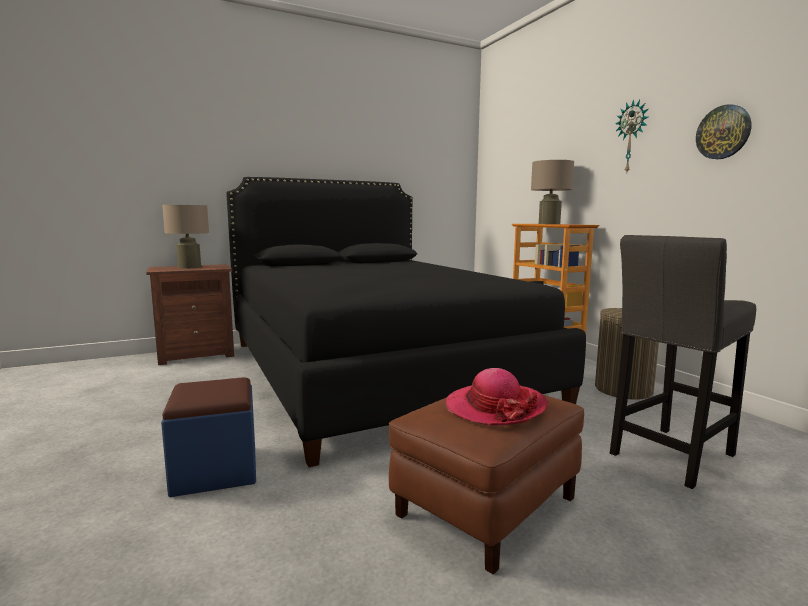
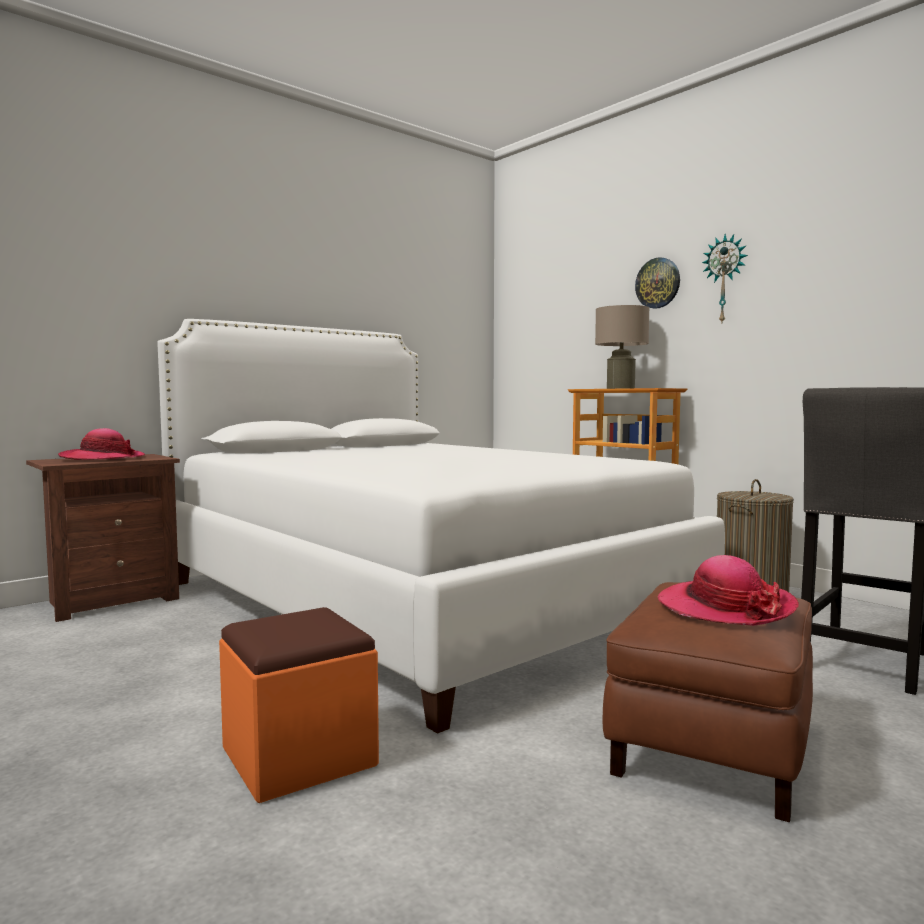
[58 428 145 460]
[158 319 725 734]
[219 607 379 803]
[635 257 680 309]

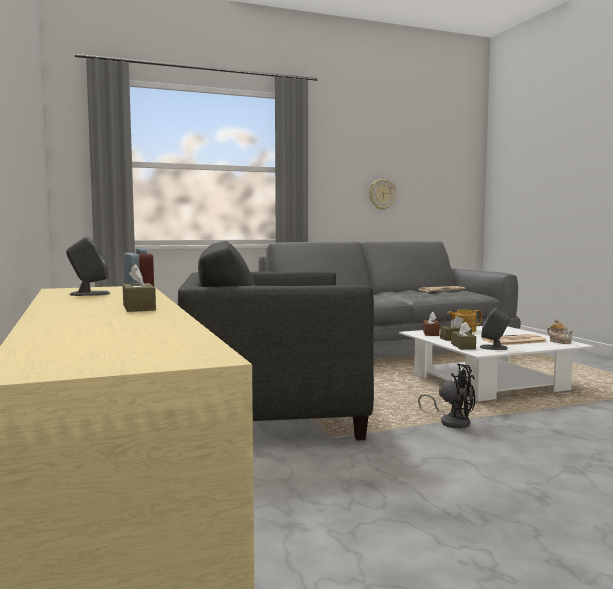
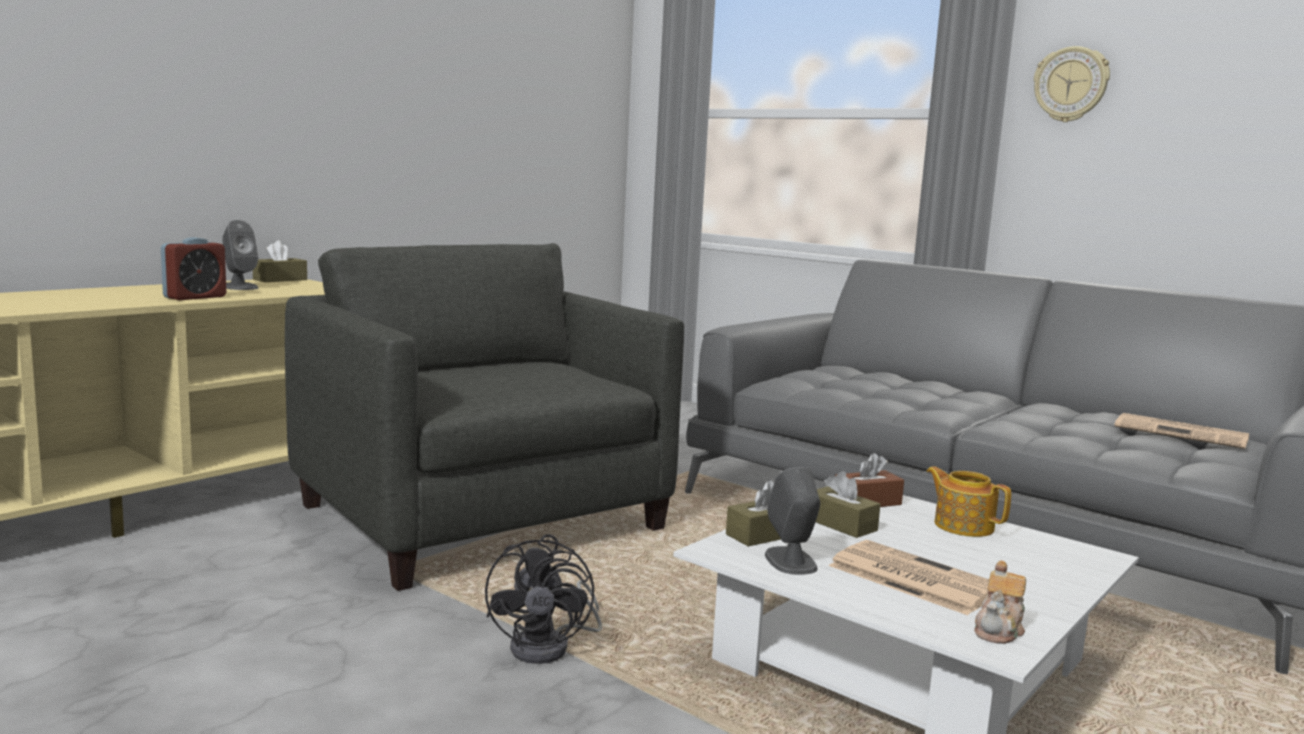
[253 240 307 282]
[1034 46 1110 122]

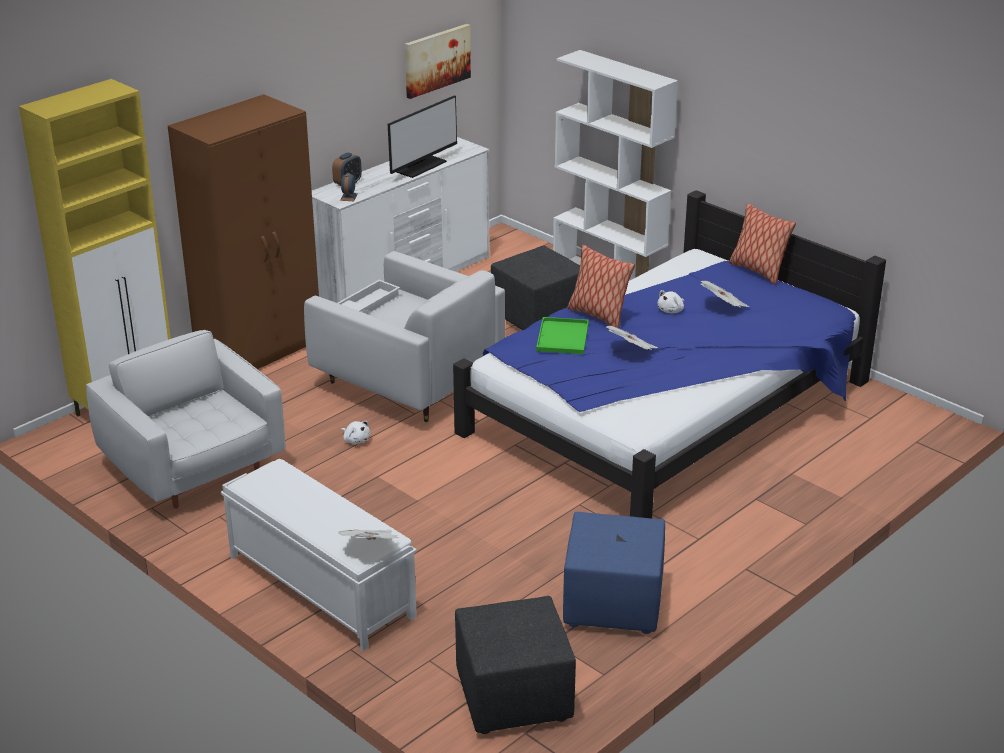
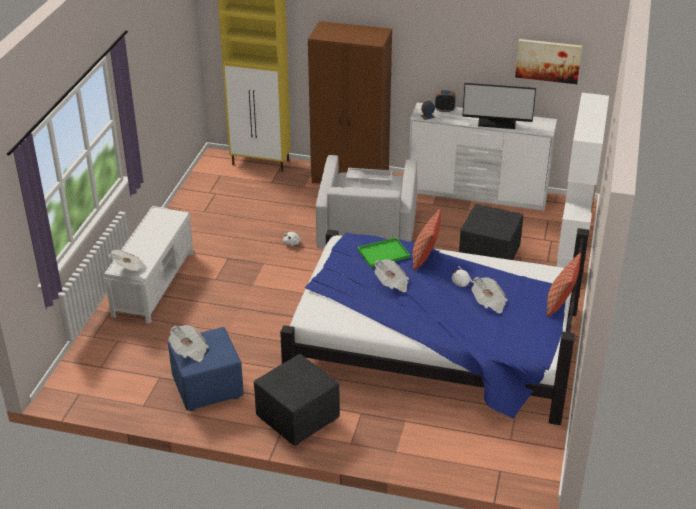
[168 325 208 362]
[254 354 340 446]
[86 330 286 509] (first image)

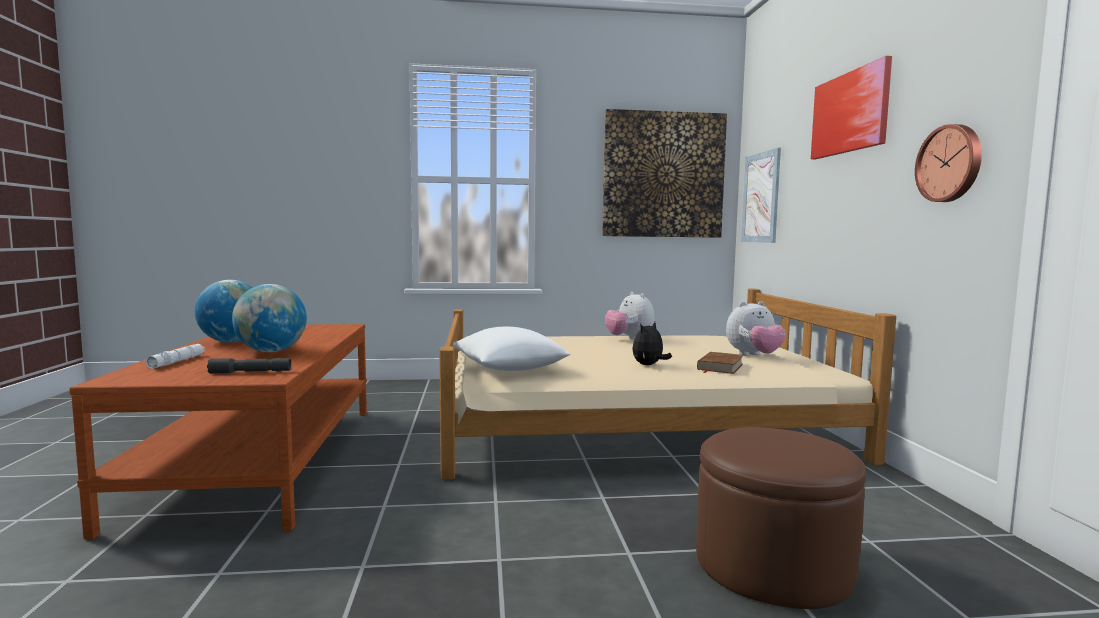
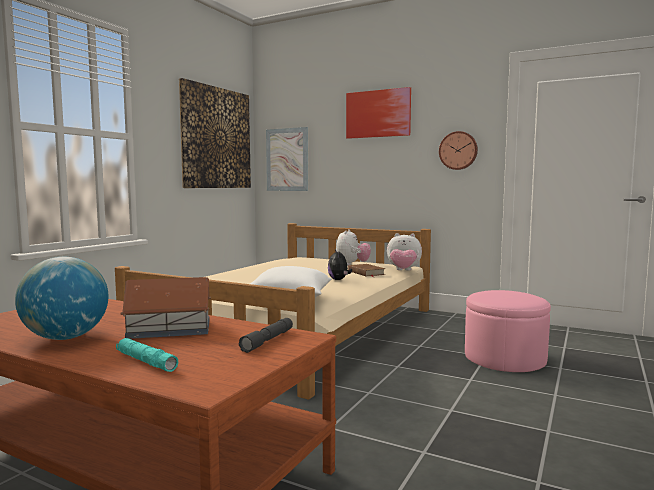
[116 338 178 372]
[121 277 211 339]
[387 233 422 271]
[465 290 551 372]

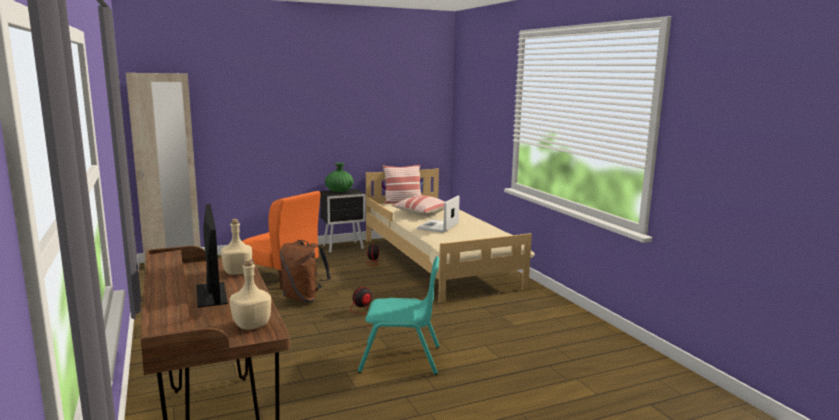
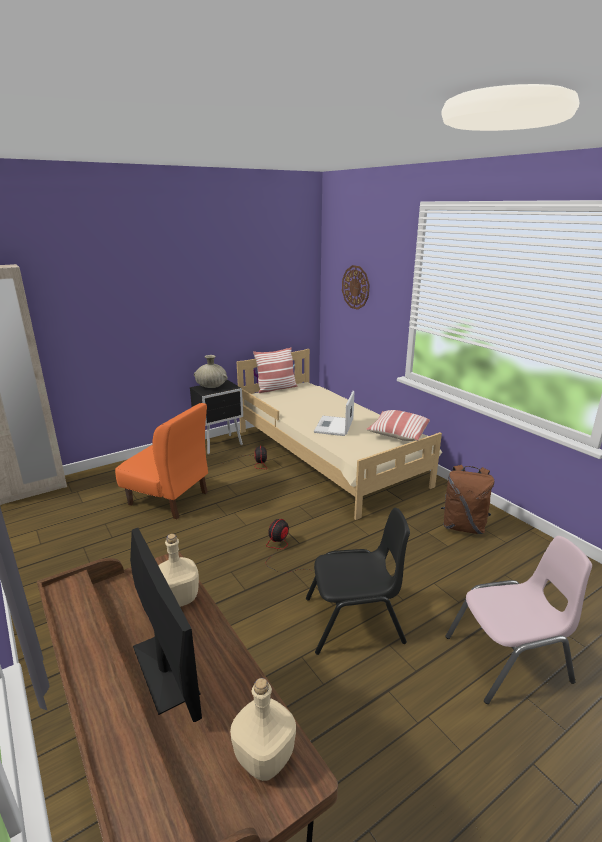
[194 355 228 388]
[306 508 410 655]
[342 265 370 310]
[366 410 430 441]
[441 465 494 534]
[446 536 592 704]

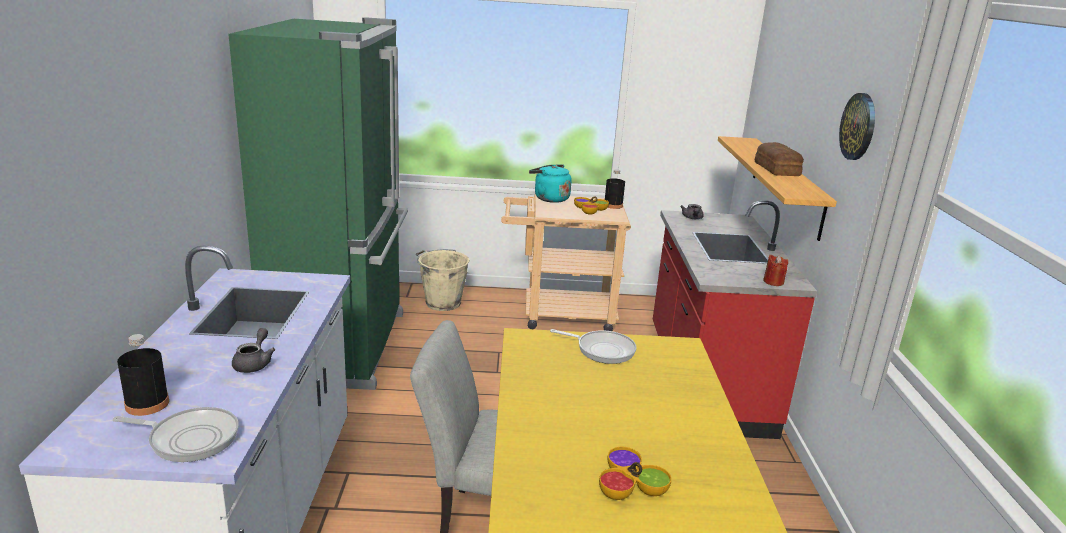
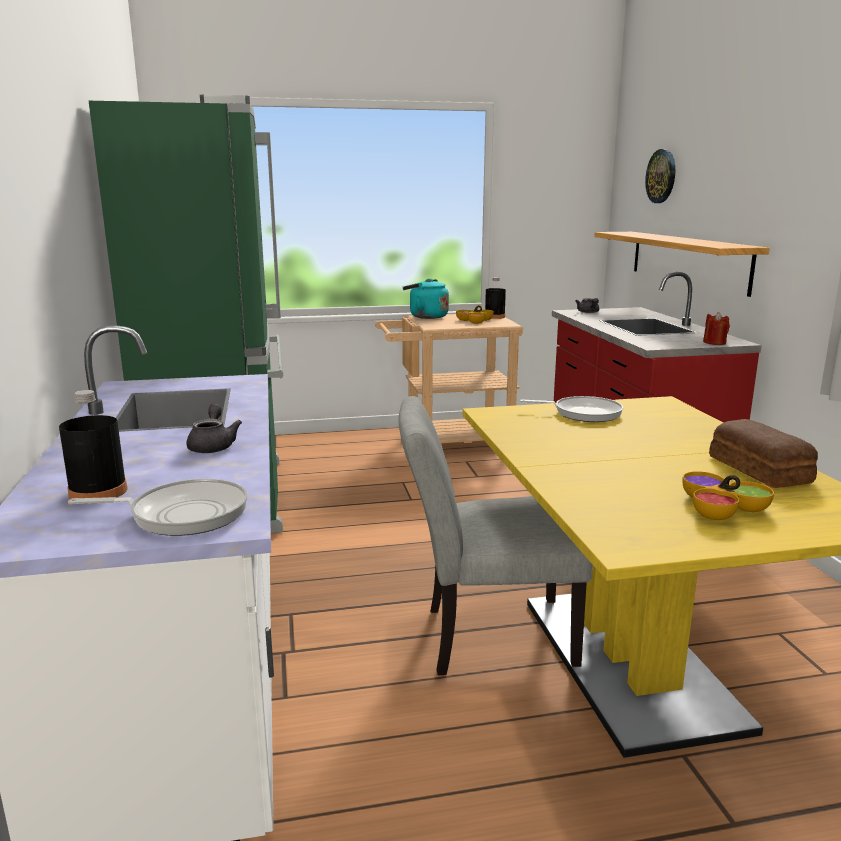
[645 149 675 203]
[709 419 818 488]
[416 249 470 311] (first image)

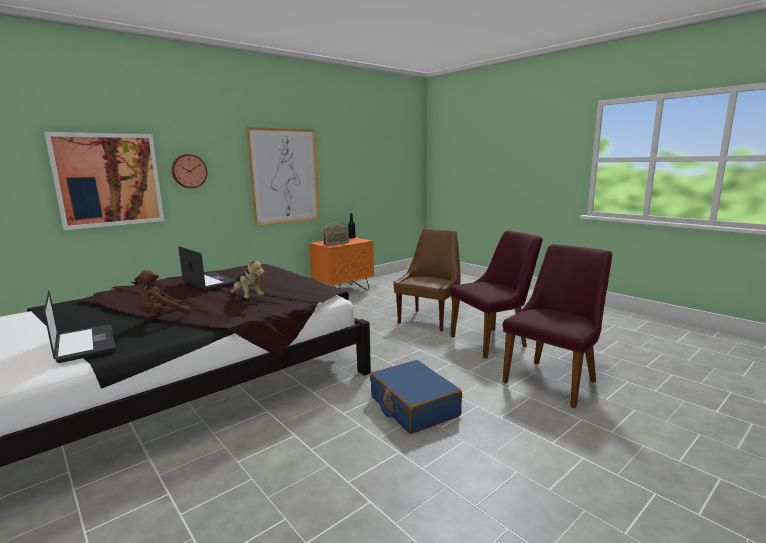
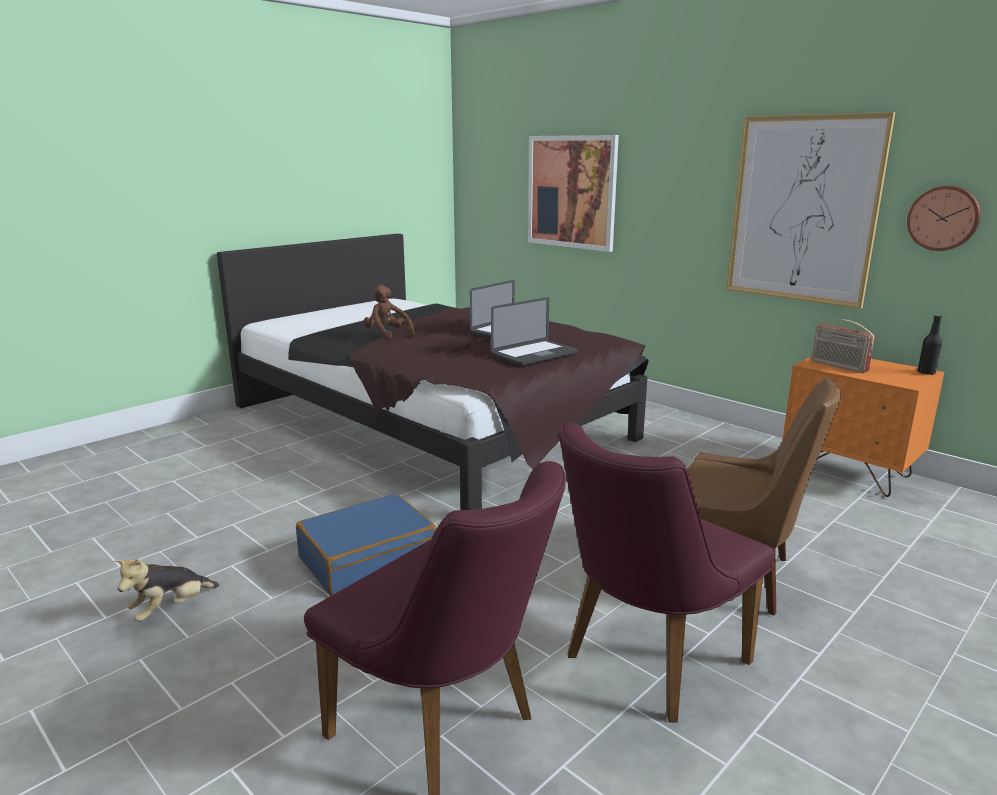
[114 559 219 622]
[491 297 578 366]
[559 422 774 722]
[907 186 981 251]

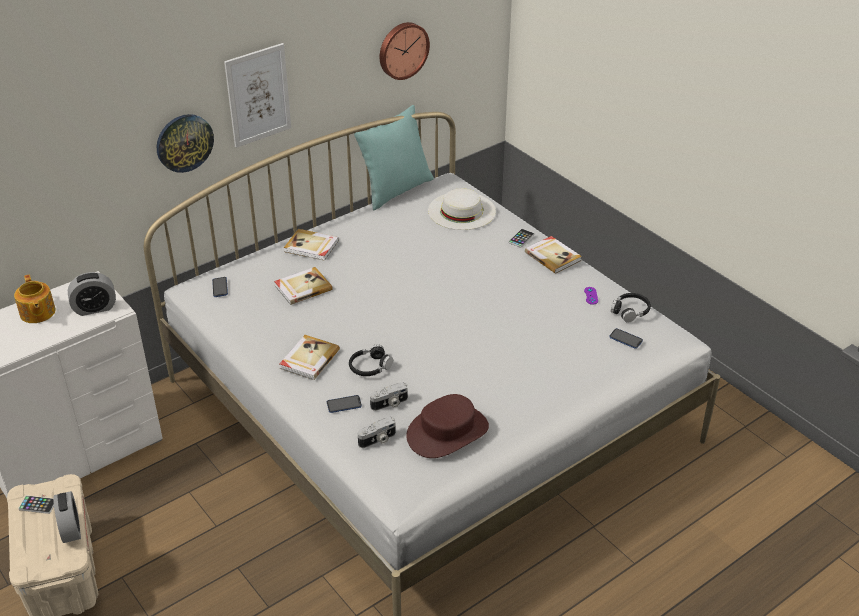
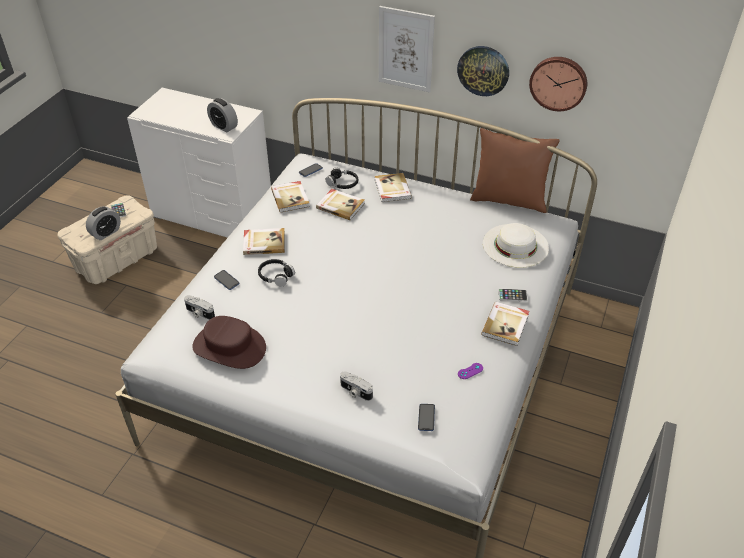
[271 181 310 213]
[326 167 358 189]
[340 371 373 401]
[457 46 509 96]
[470 128 560 213]
[14 274 56 323] (first image)

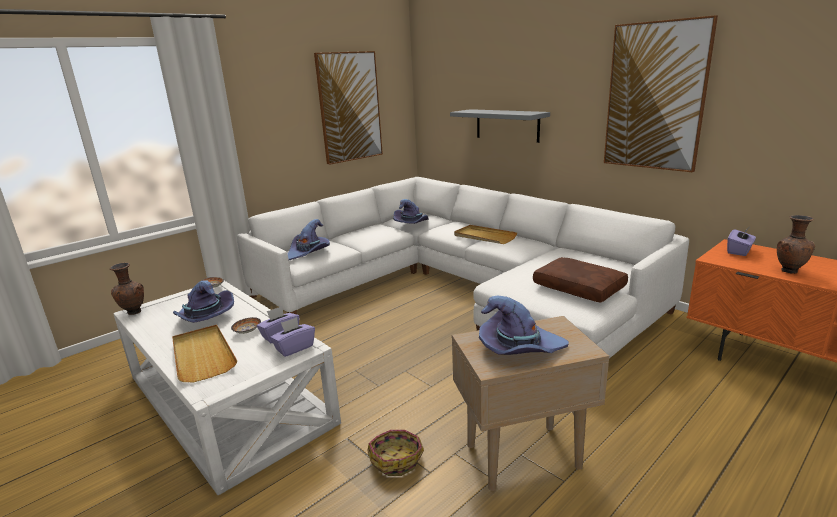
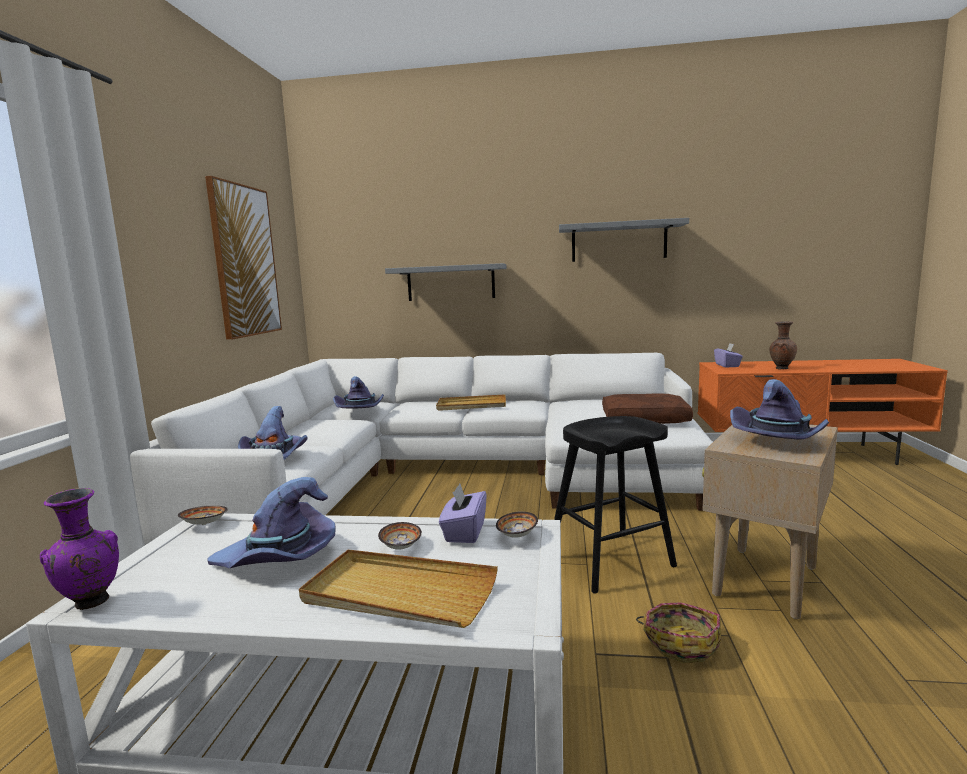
[40 488 119 610]
[496 511 538 538]
[554 416 677 594]
[559 218 689 262]

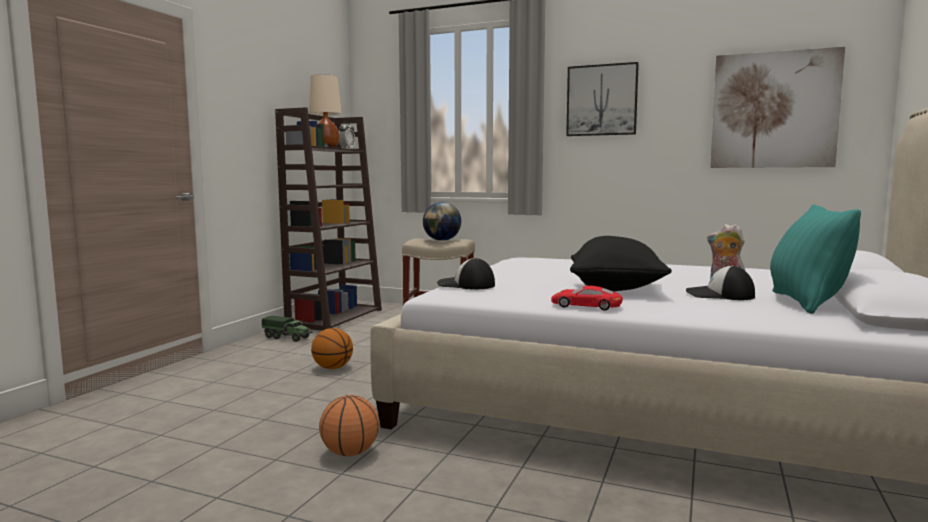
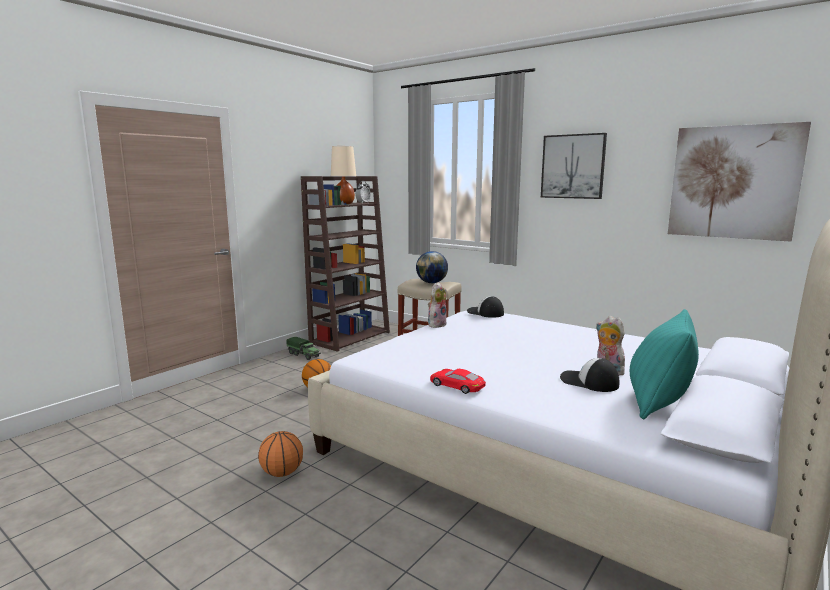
[428 282 447 328]
[467 296 504 318]
[570 236 672 291] (first image)

